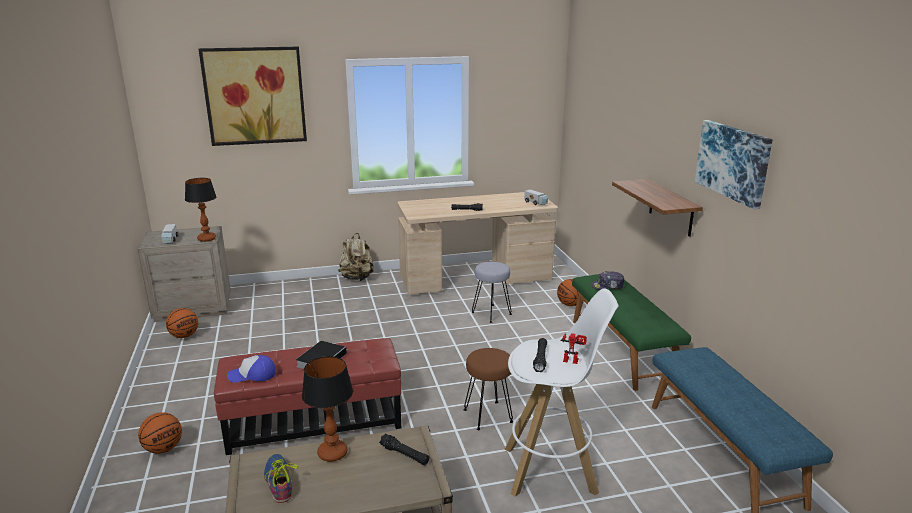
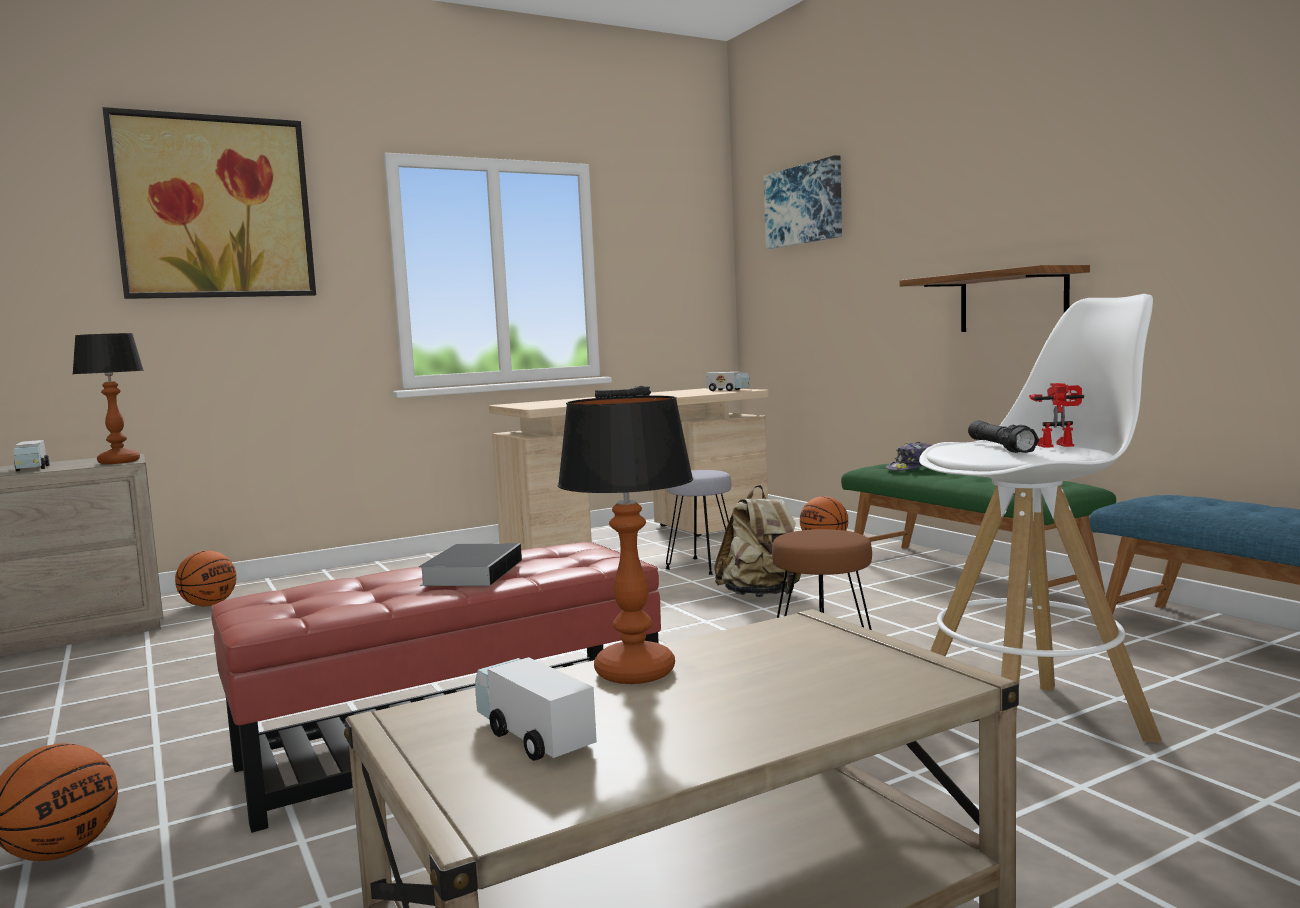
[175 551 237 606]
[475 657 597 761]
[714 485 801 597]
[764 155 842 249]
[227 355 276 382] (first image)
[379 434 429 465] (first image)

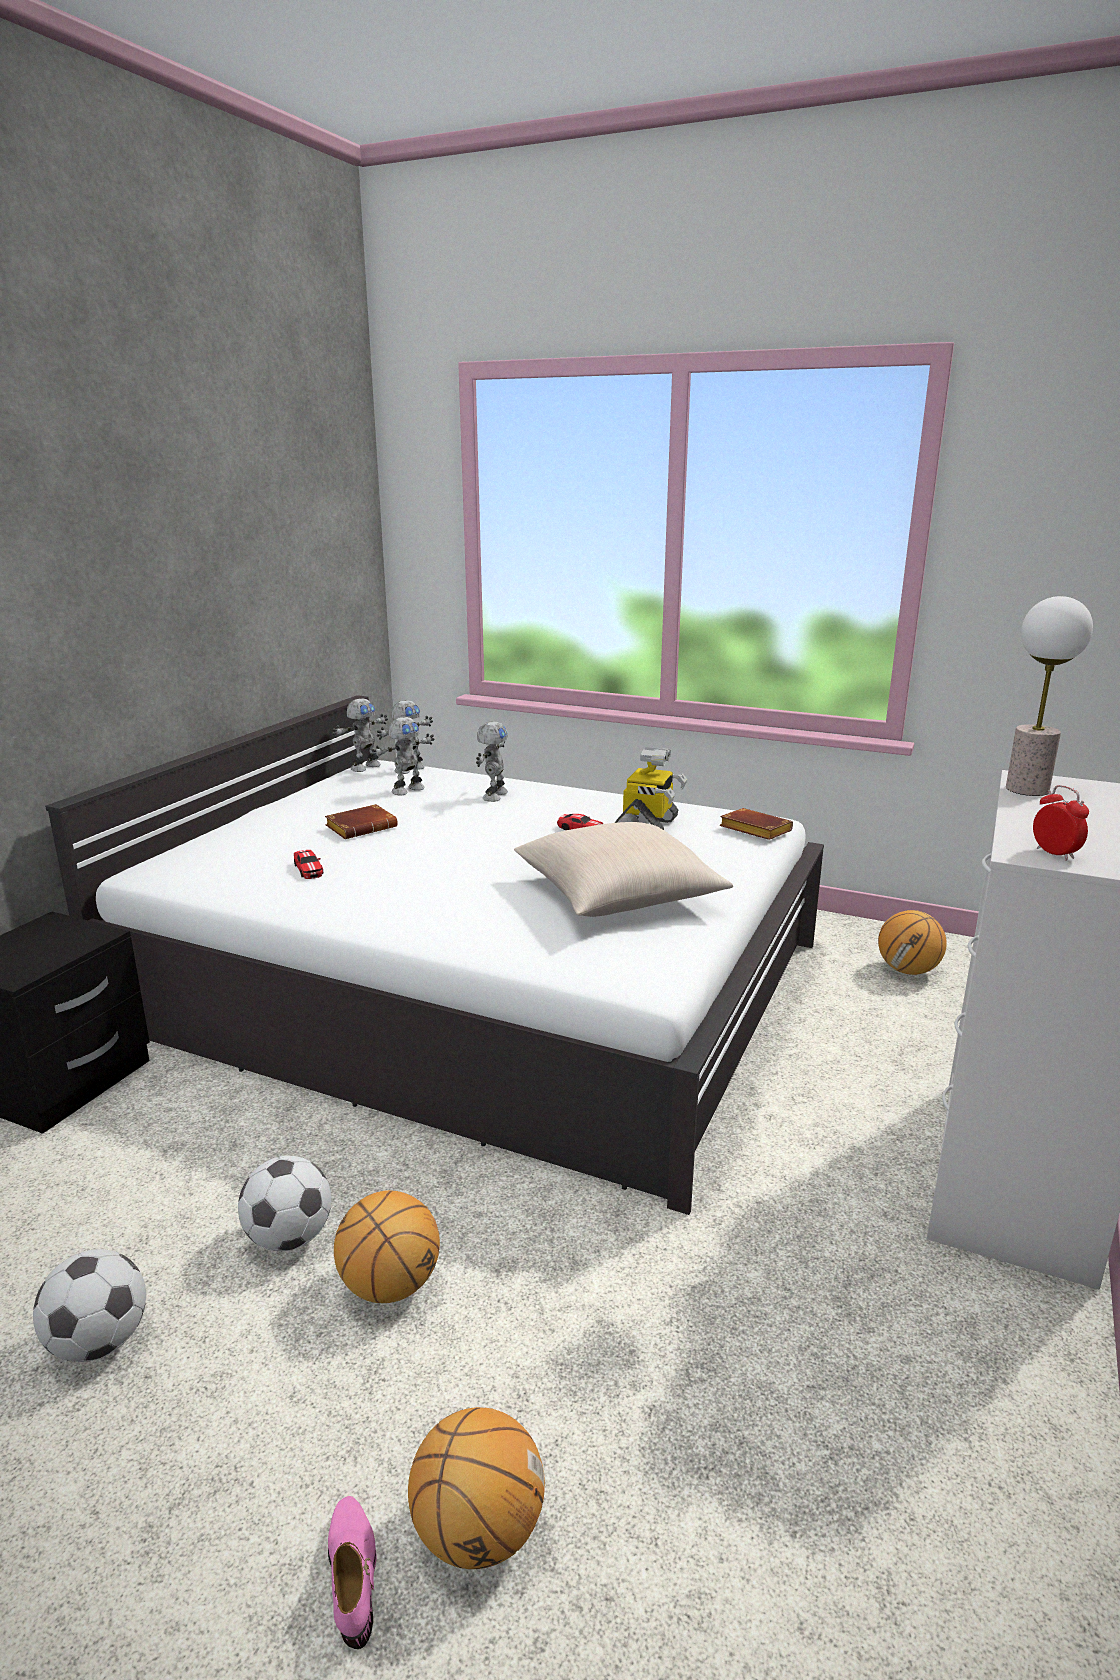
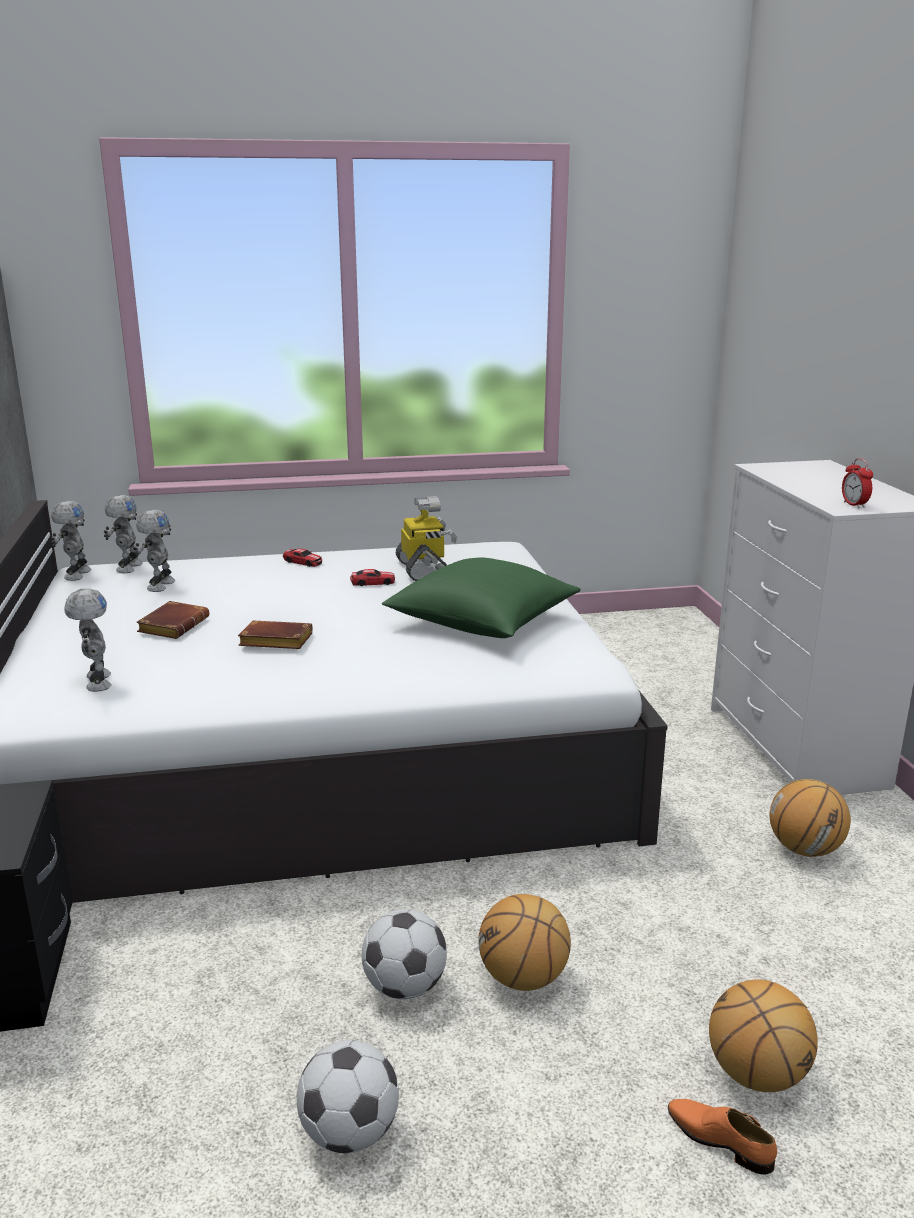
[65 588 112 692]
[238 620 313 649]
[283 549 322 567]
[382 558 581 638]
[668 1099 777 1175]
[769 779 851 857]
[842 458 873 508]
[1006 596 1093 796] (first image)

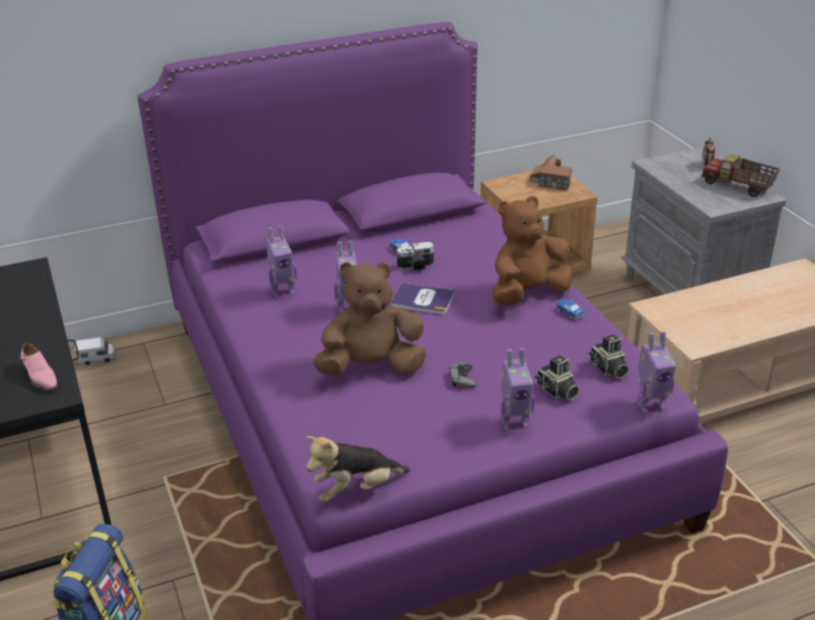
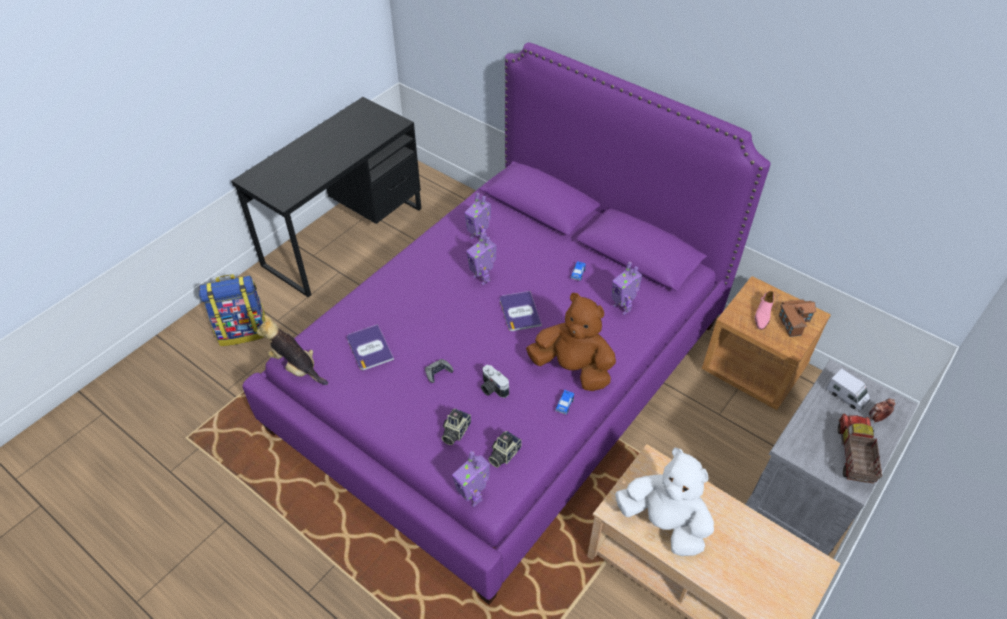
[347 324 394 370]
[481 365 509 398]
[611 262 642 315]
[615 448 714 556]
[755 291 774 330]
[826 368 871 411]
[313 262 426 376] (first image)

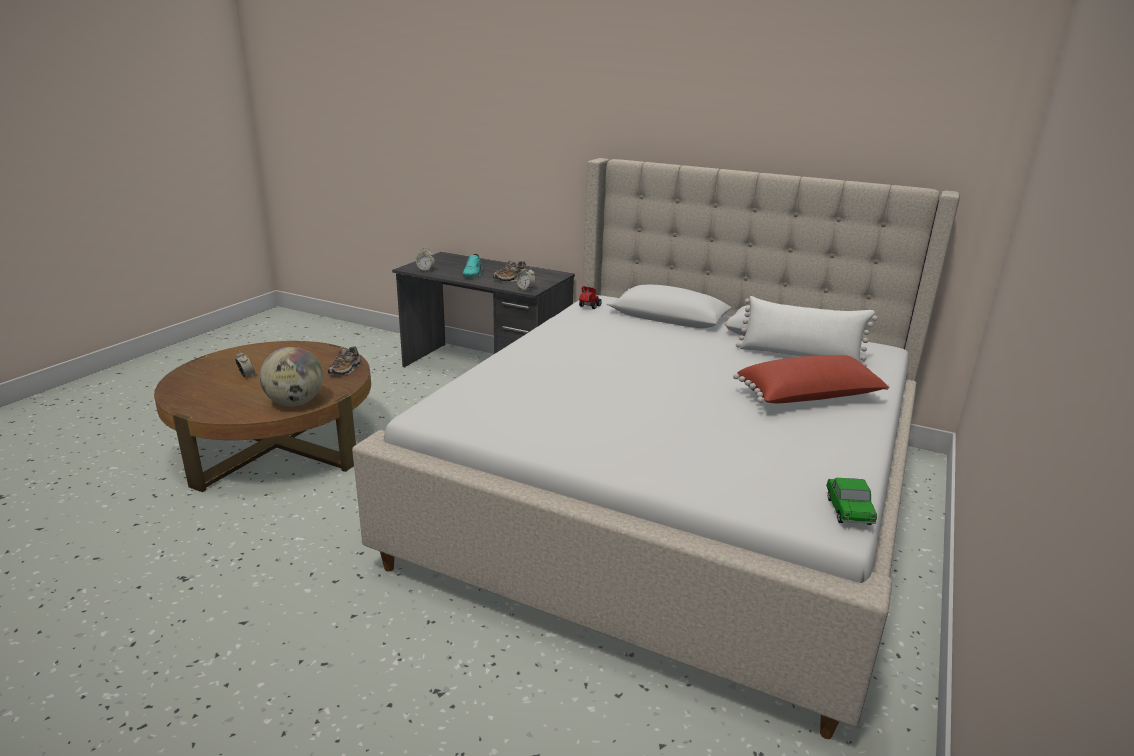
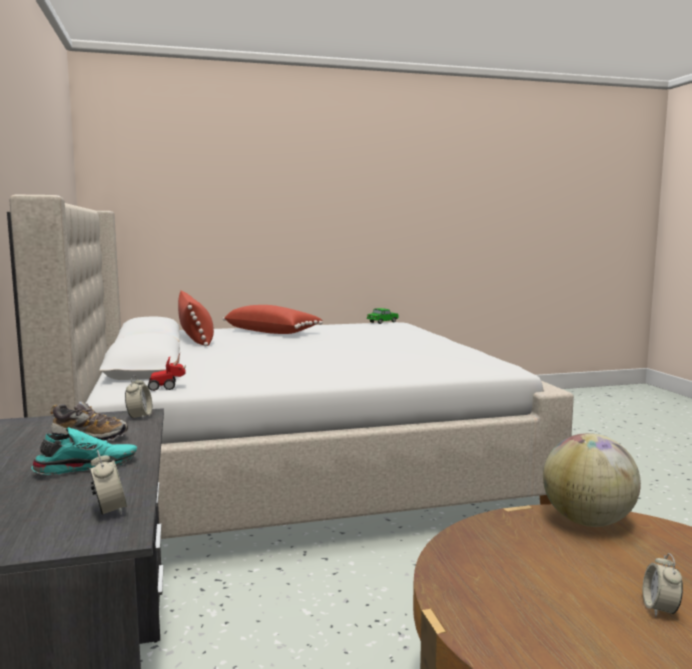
[178 291 214 347]
[328 346 361 375] (first image)

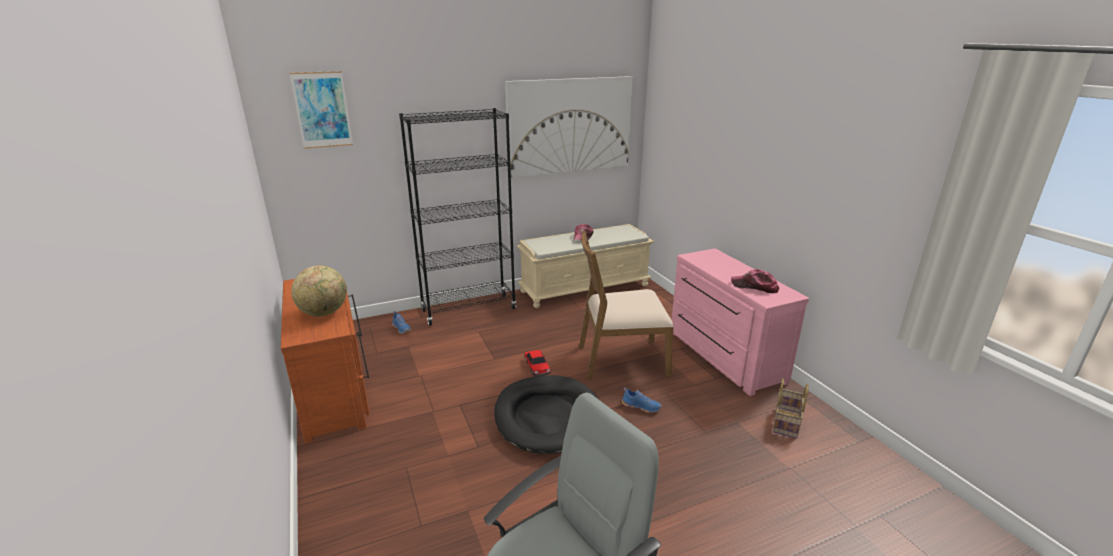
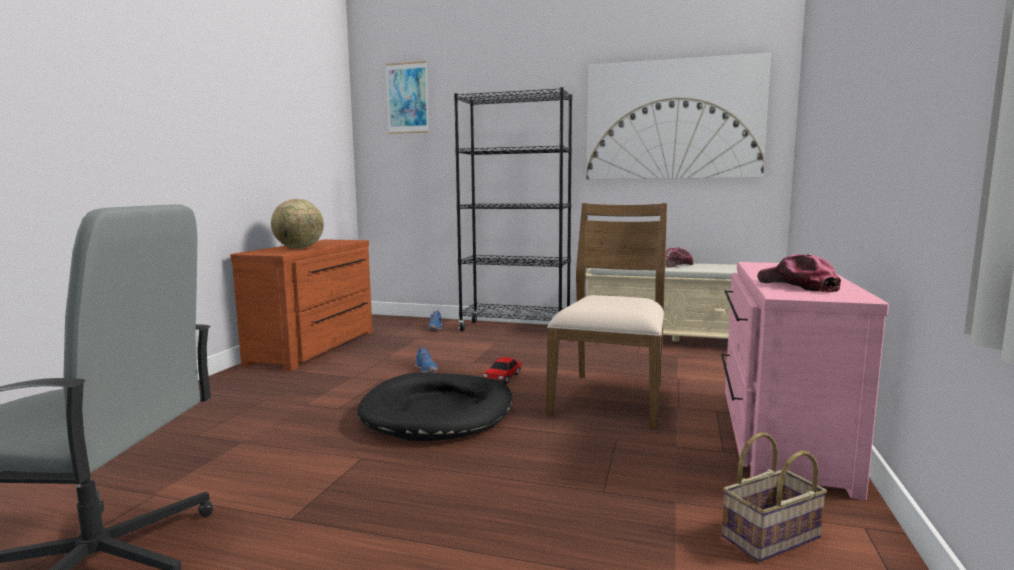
[415 346 439 373]
[546 203 667 429]

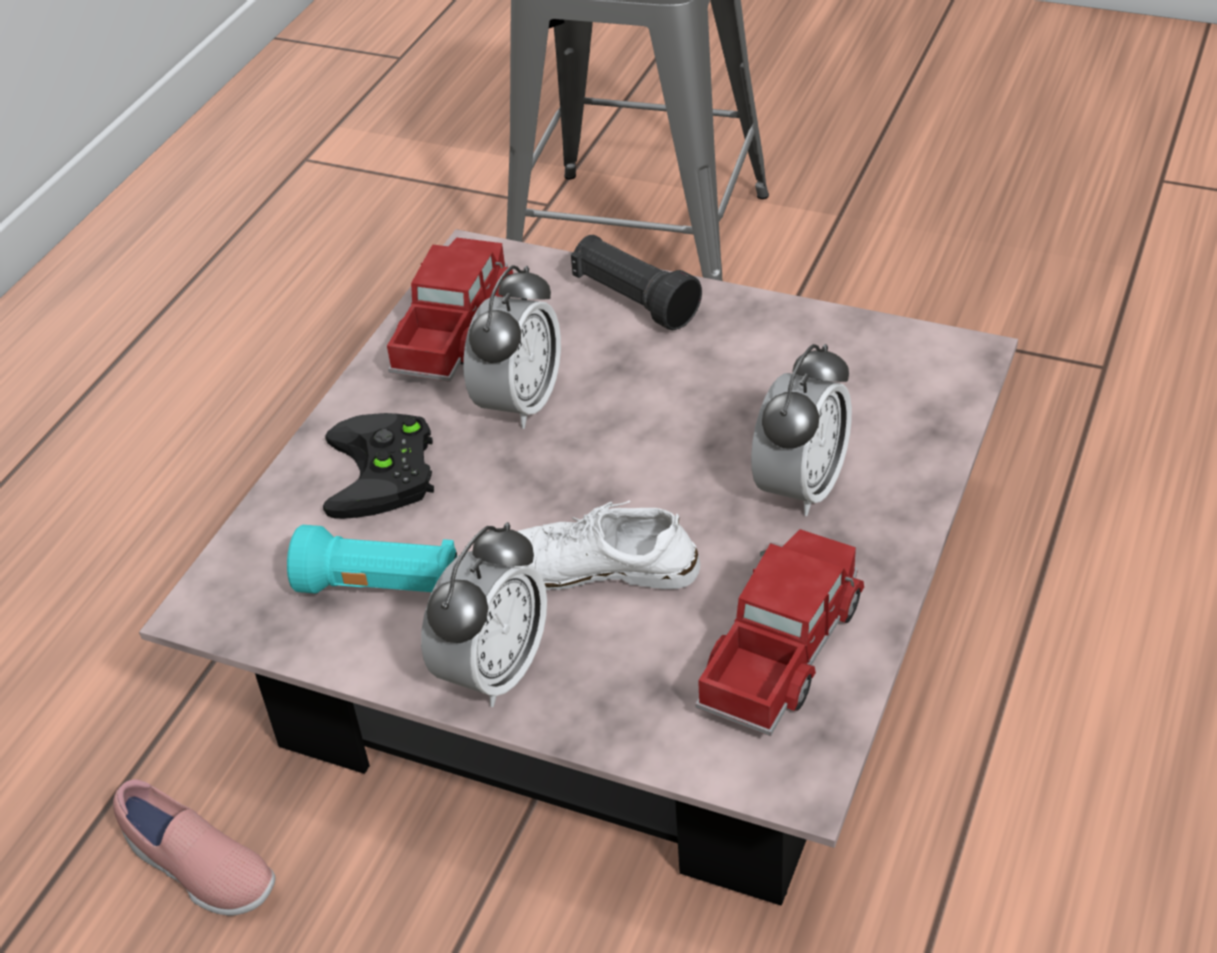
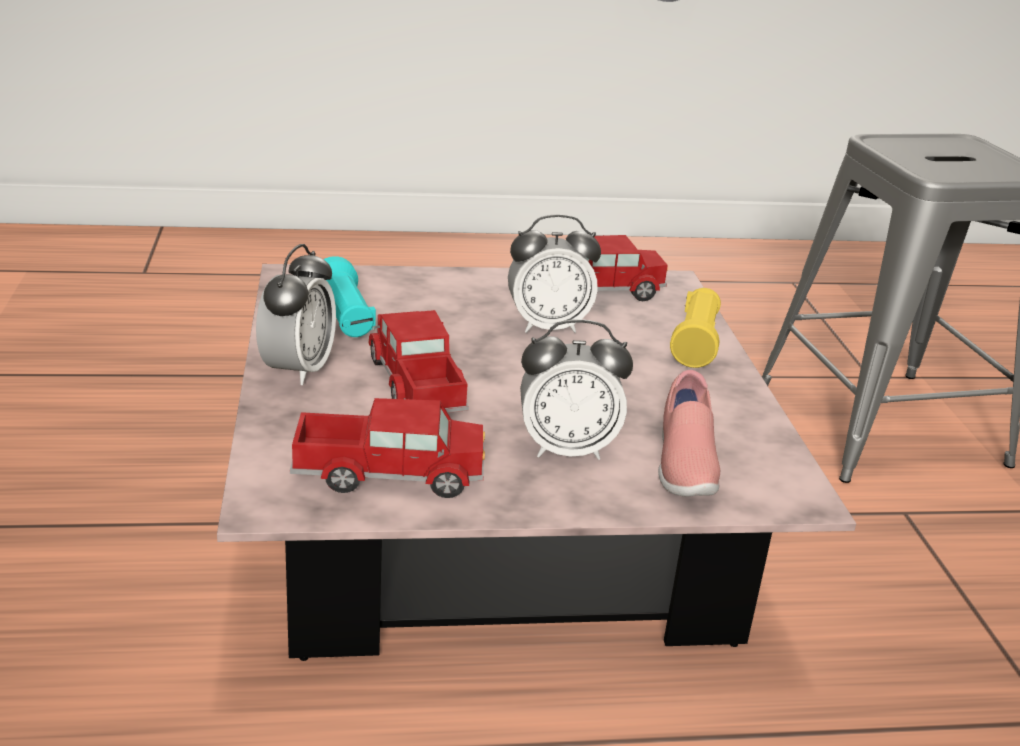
[256 244 336 385]
[369 310 469 413]
[658 370 720 497]
[670 288 721 368]
[323 413 434 519] (first image)

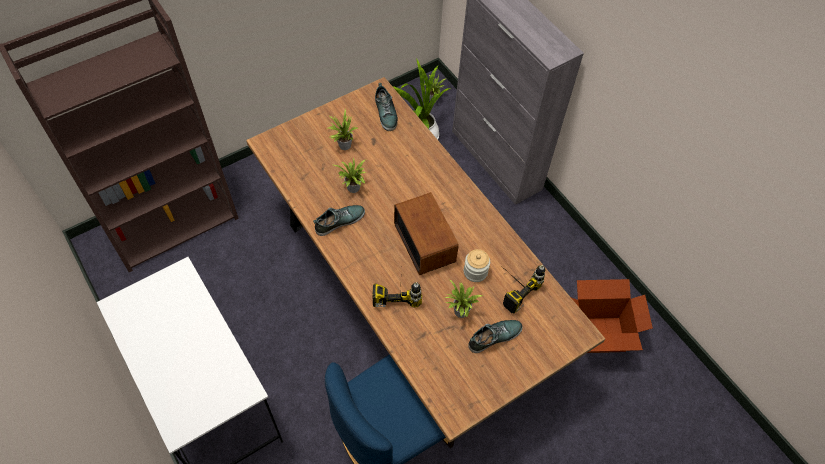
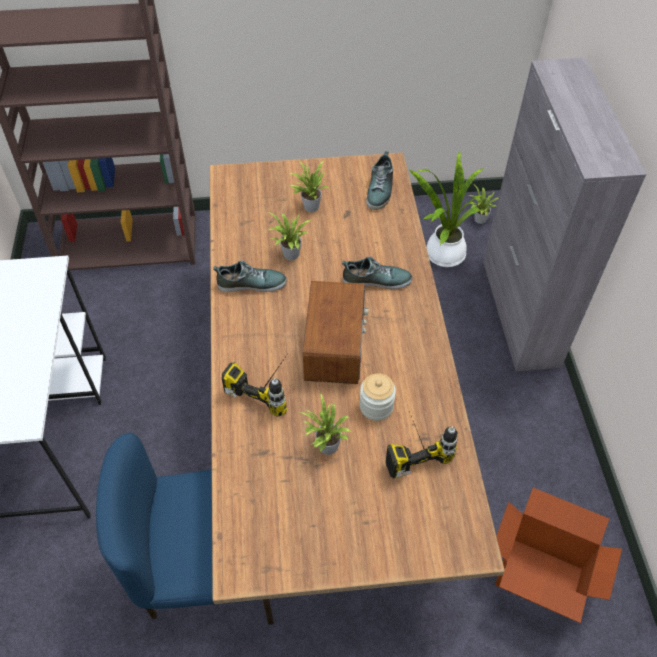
[342 257 412 289]

